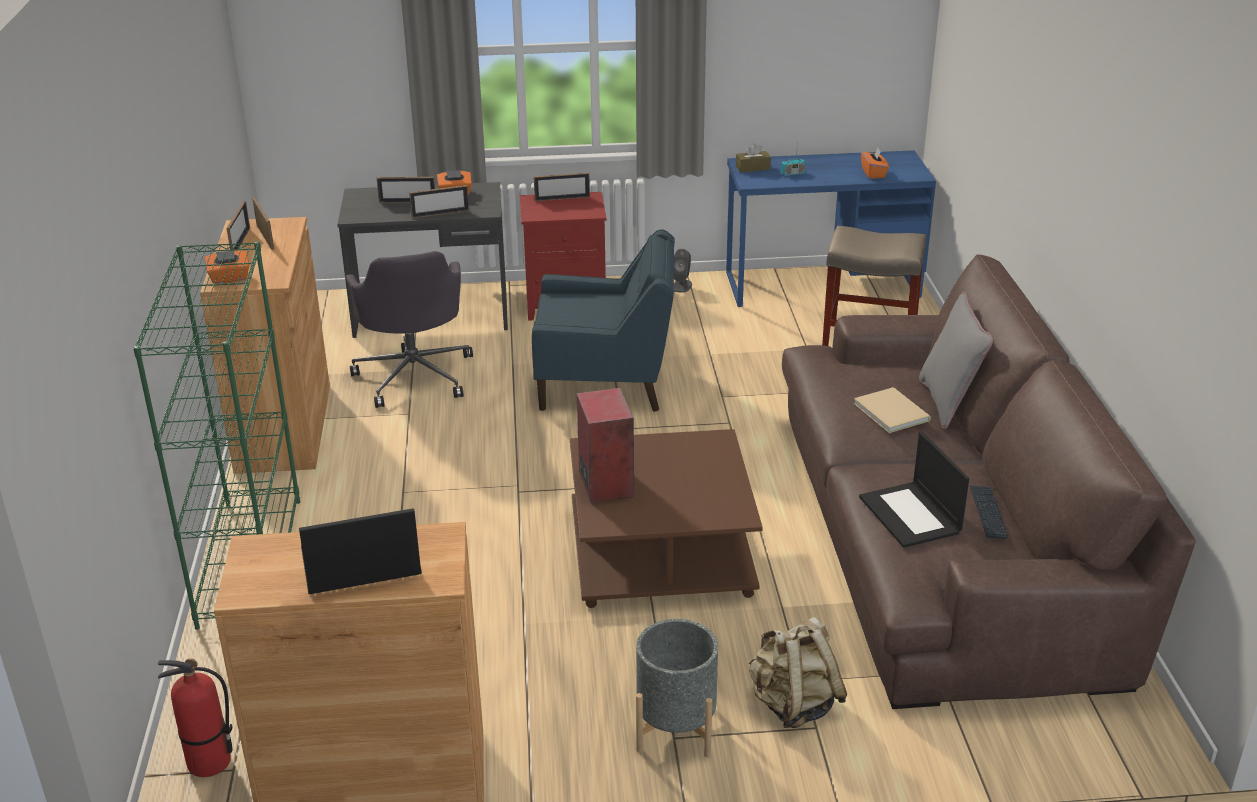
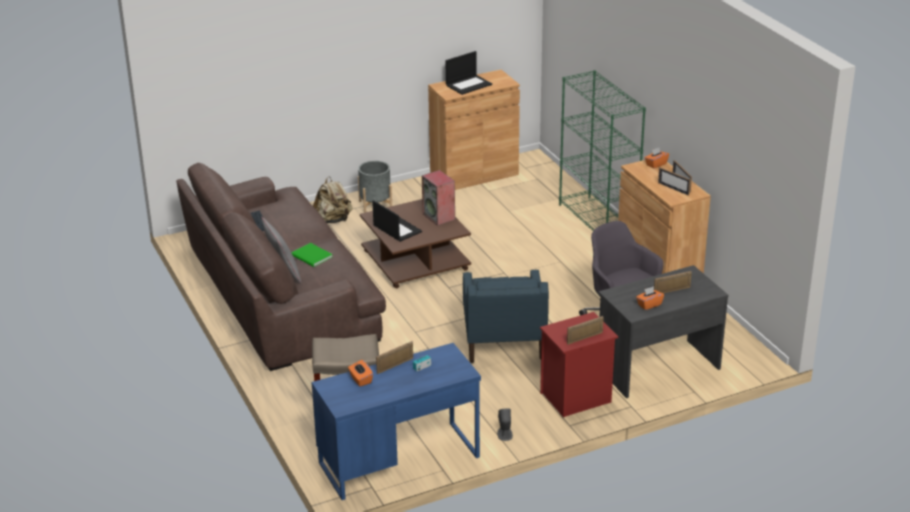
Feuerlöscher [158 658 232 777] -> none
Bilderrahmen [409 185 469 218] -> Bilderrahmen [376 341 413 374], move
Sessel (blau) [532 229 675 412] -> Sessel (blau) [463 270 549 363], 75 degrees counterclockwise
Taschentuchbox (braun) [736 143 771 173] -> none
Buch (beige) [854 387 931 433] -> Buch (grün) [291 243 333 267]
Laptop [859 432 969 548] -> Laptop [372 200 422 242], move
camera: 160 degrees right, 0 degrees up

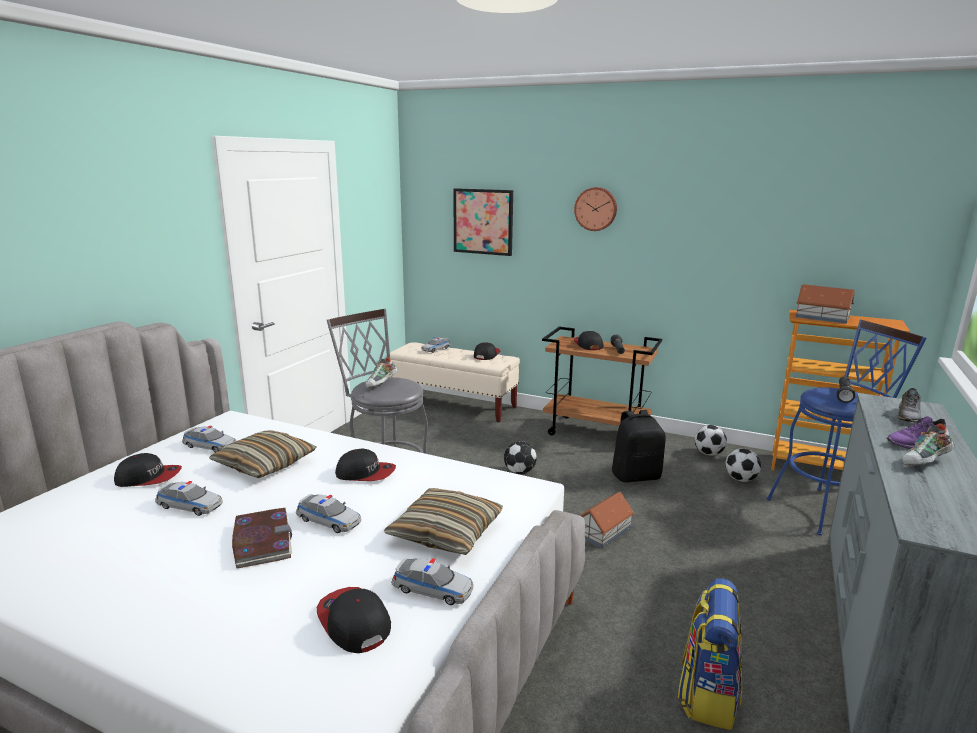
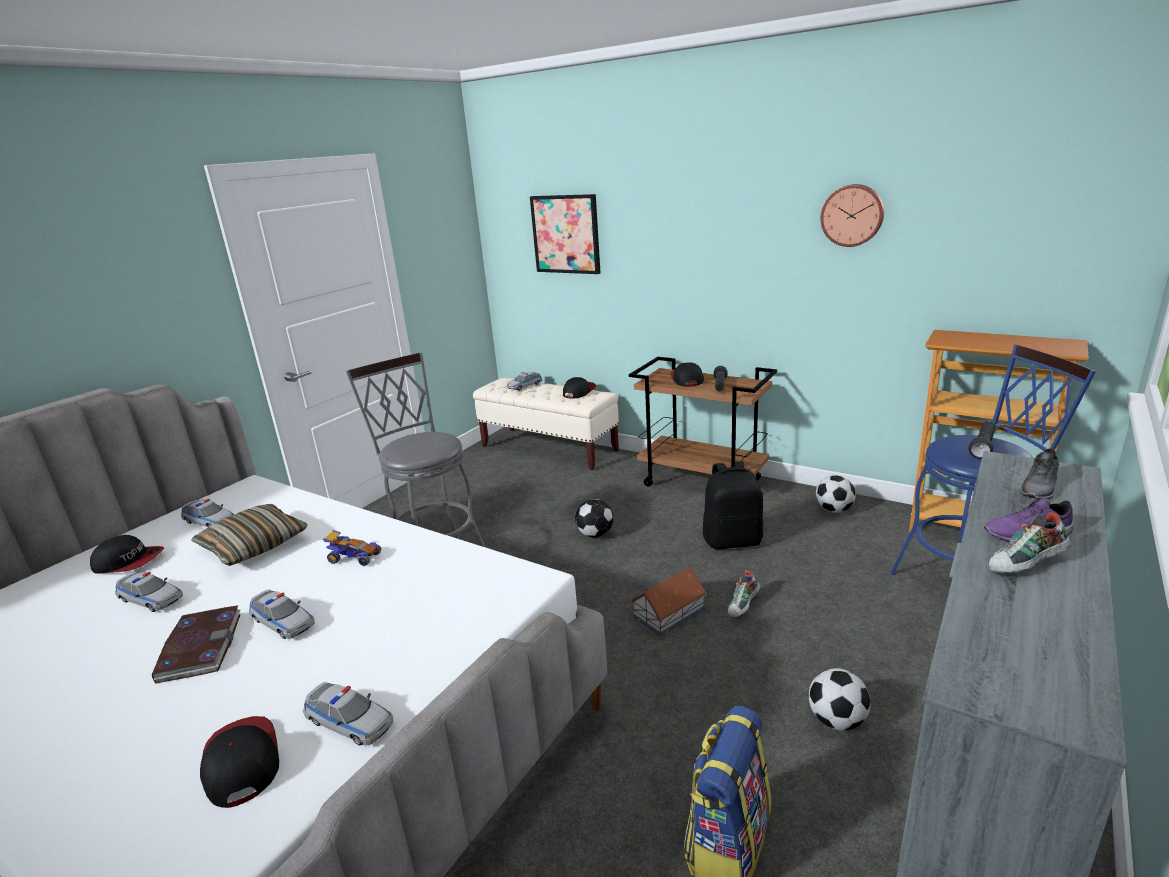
Kappe [335 449 396 481] -> Spielzeugauto [323 530 381 566]
Schuh [366 357 398 388] -> Schuh [728 570 760 618], move
Kissen [384 488 503 555] -> none
Wanduhr [574 187 617 231] -> Wanduhr [821 184 884 247], move
Fußball [726 448 761 482] -> Fußball [809 668 870 731], move
Spielzeughaus [795 284 855 324] -> none
camera: 10 degrees right, 5 degrees up

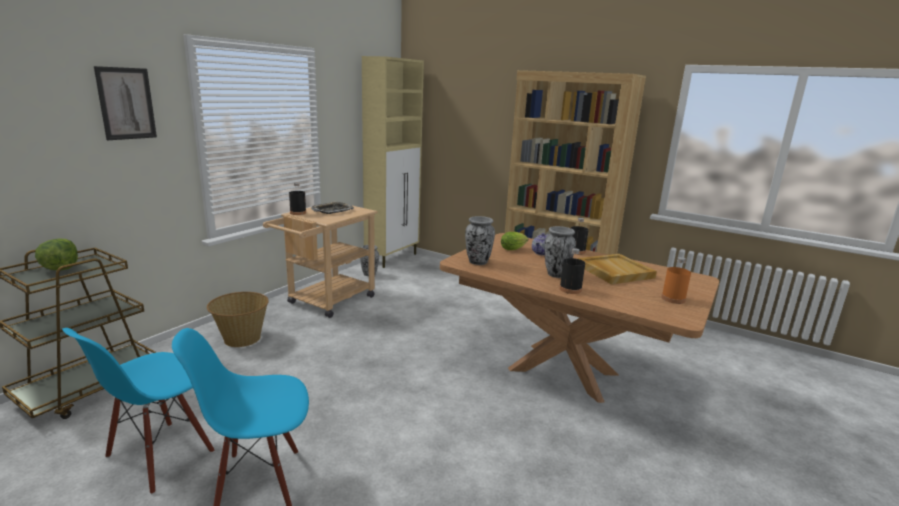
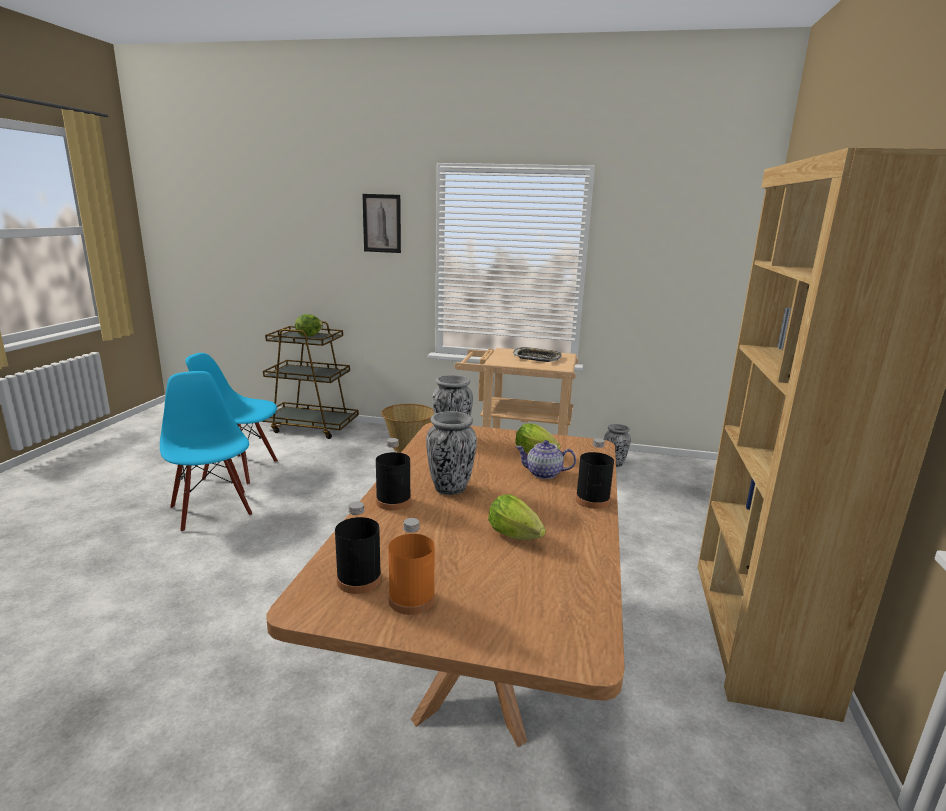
Flasche (schwarz) [289 183 306 215] -> Flasche (schwarz) [335 502 381 594], move
Schrank (beige) [362 56 424 268] -> none
Tablett (beige) [577 254 657 284] -> Salatkopf [488 494 546 540]
camera: 70 degrees right, 0 degrees up

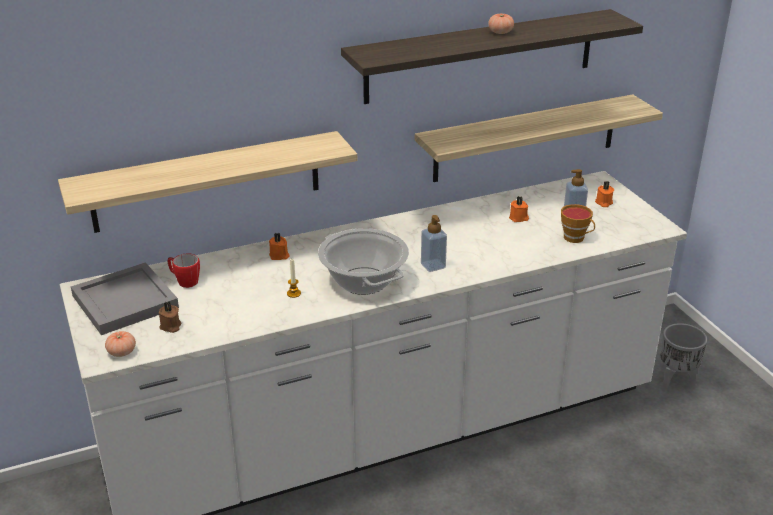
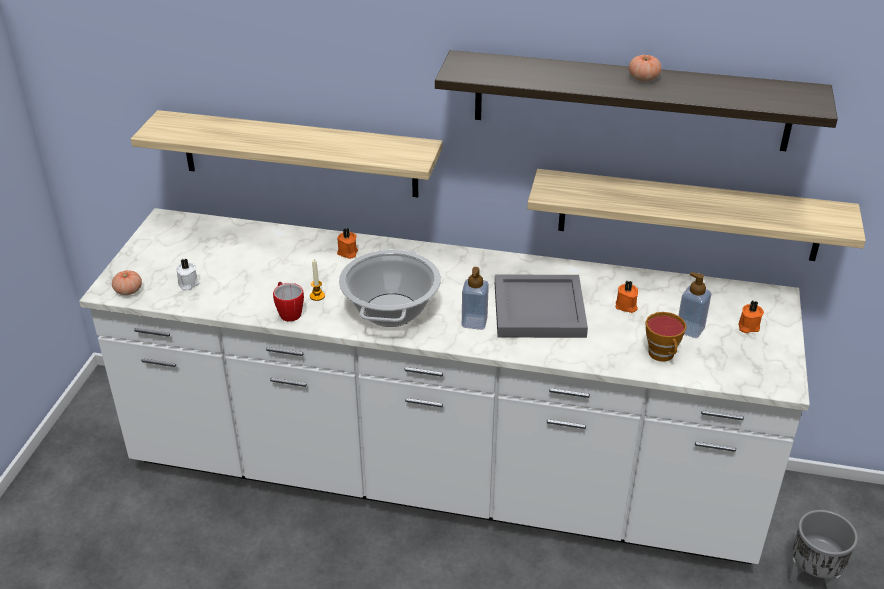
Tablett (grau) [71 262 179 335] -> Tablett (grau) [495 274 588 338], move
Kerze (braun) [159 301 181 333] -> Kerze (weiß) [176 259 199 291]
Henkelbecher [168 253 200 288] -> Henkelbecher [273 282 304 322], move
camera: 35 degrees right, 5 degrees up

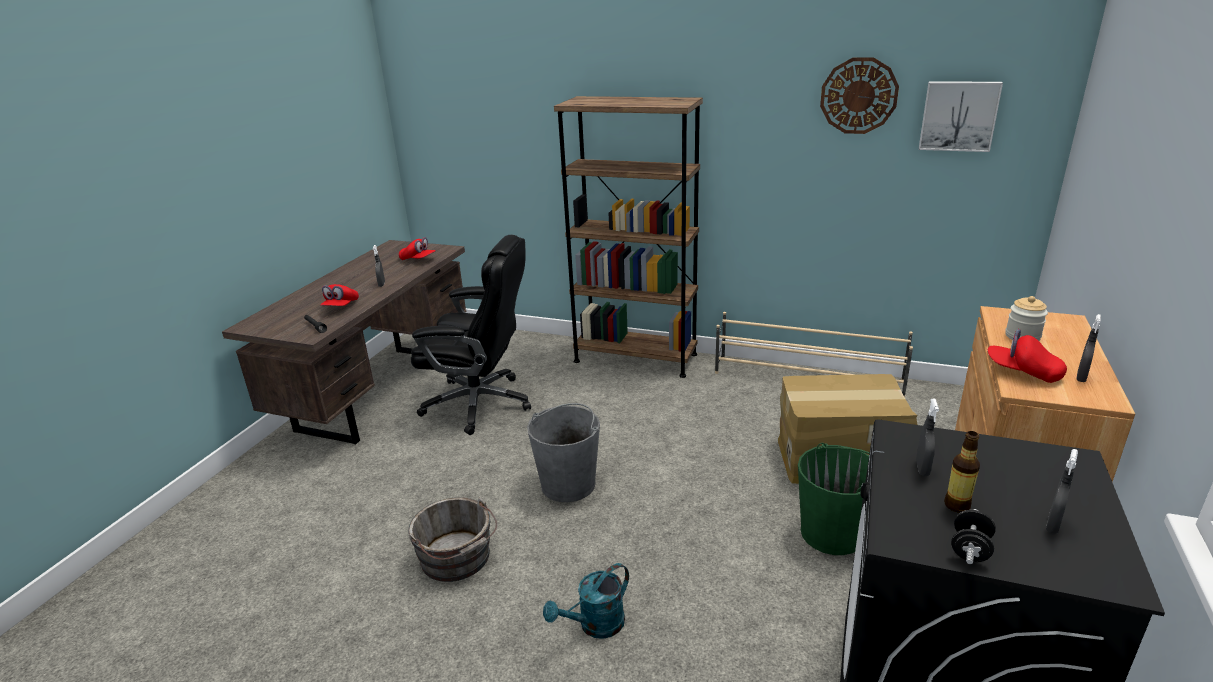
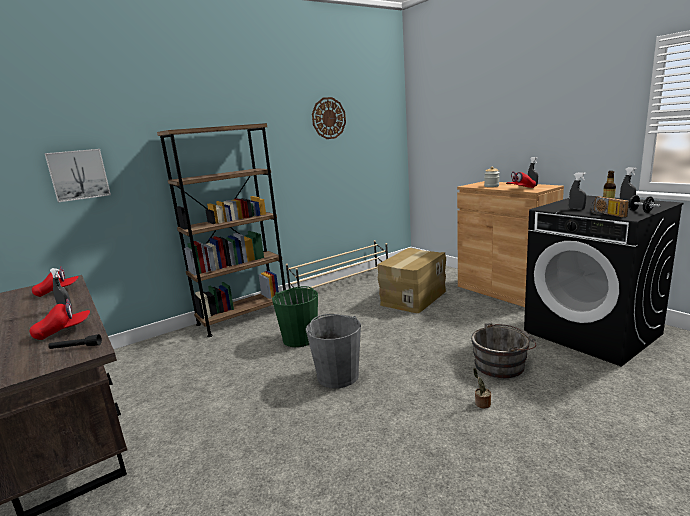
Kappe (rot) [320 284 359 306] -> Kappe (rot) [30 299 90 340], 75 degrees counterclockwise
Eimer (grau) [408 497 497 582] -> Eimer (grau) [471 323 536 378], move
Bürostuhl (schwarz) [411 235 531 435] -> none
Gießkanne (türkis) [543 563 629 639] -> Topfpflanze [473 368 491 409]
Eimer (grün) [798 443 870 555] -> Eimer (grün) [272 286 318 347], move
Bild [919 81 1003 152] -> Bild [44 149 111 202], move
none -> Radio [590 196 629 218]
camera: 55 degrees left, 10 degrees down

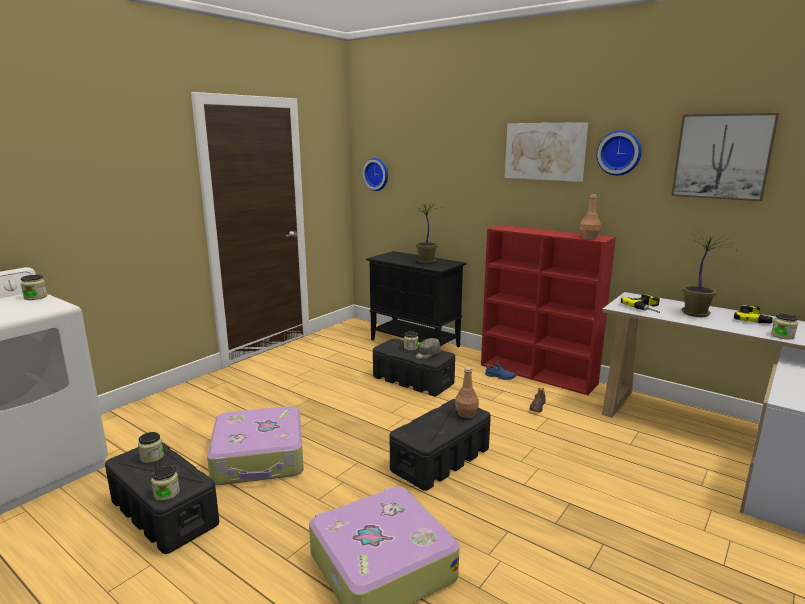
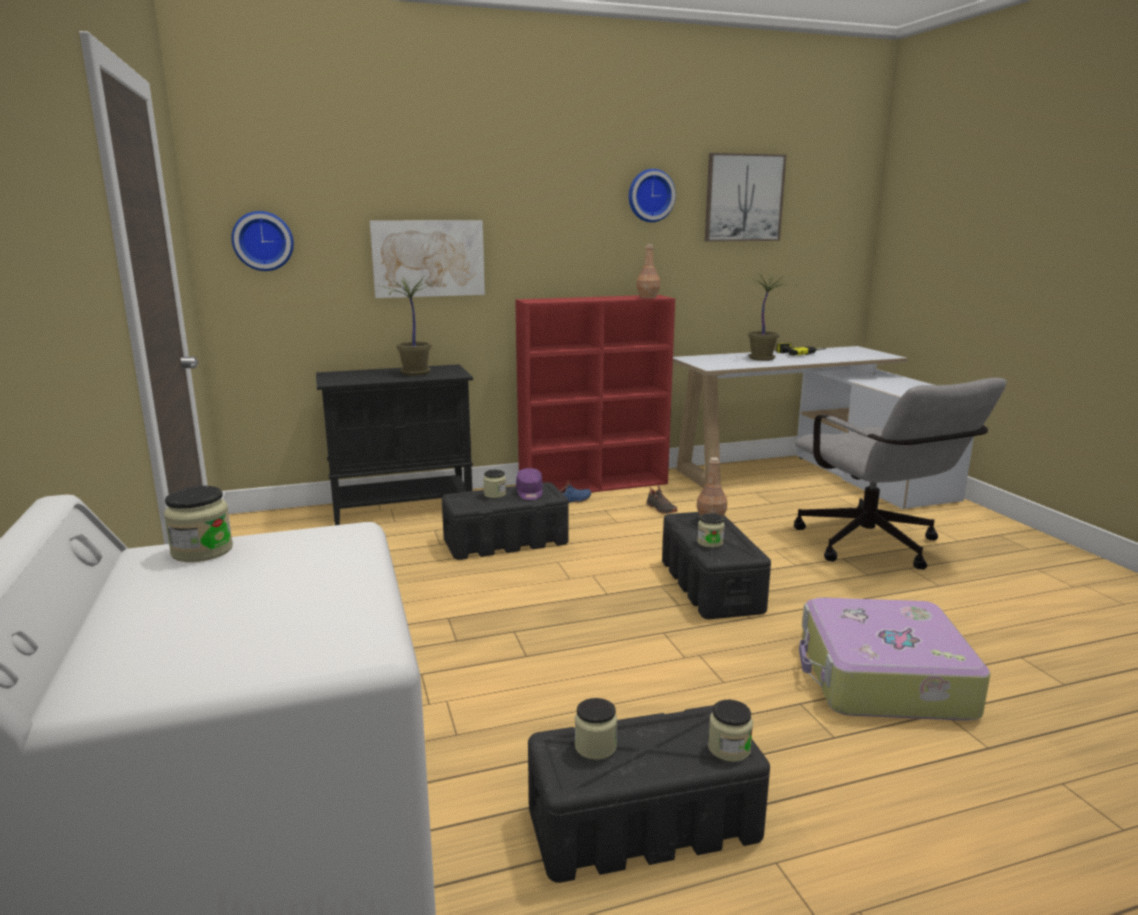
Koffer [207 406 304 485] -> none
Kappe (grau) [415 338 441 359] -> Kappe (lila) [516 468 543 500]
Bild [505 122 588 182] -> Bild [370 220 485 298], move
Bohrmaschine [621 294 660 313] -> none
Vorratsglas [771 313 798 340] -> Vorratsglas [697 513 725 548], move
none -> Bürostuhl (grau) [794 378 1007 570]
camera: 55 degrees left, 0 degrees up

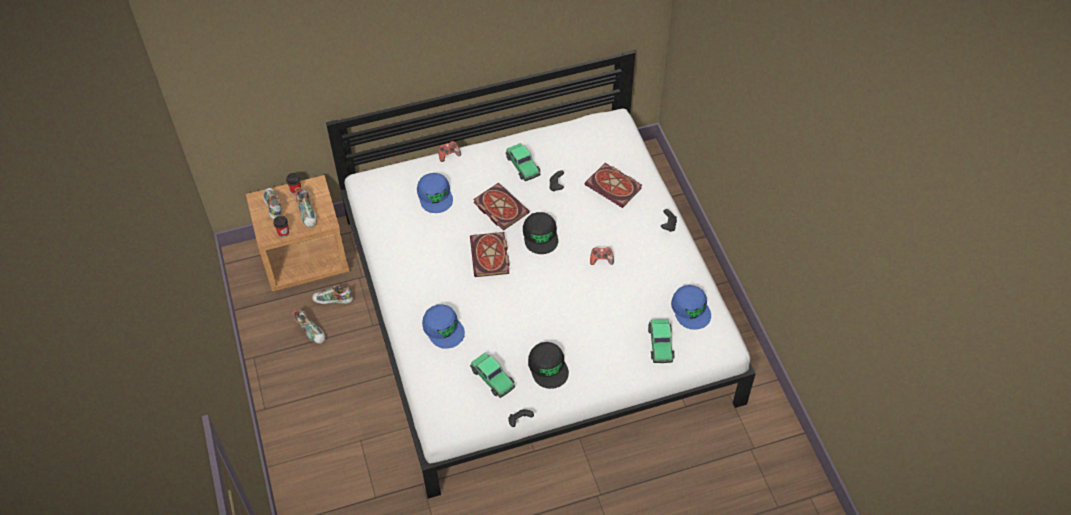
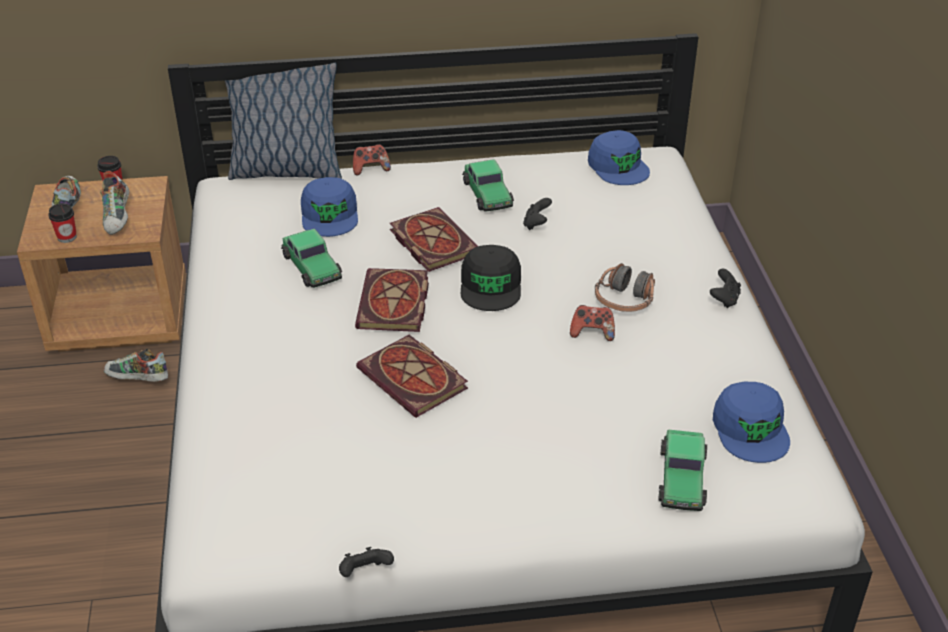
Schuh [293 310 325 344] -> none
Kappe (blau) [422 304 465 349] -> Kappe (blau) [588 130 650 185], move
Spielzeugauto [470 353 515 398] -> Spielzeugauto [281 229 342 288], move
Kappe (schwarz) [528 342 569 389] -> none
Buch [585 163 642 208] -> Buch [356 335 468 418], move
none -> Kissen [224 63 342 180]
none -> Kopfhörer [595 263 655 312]
camera: 10 degrees right, 15 degrees down

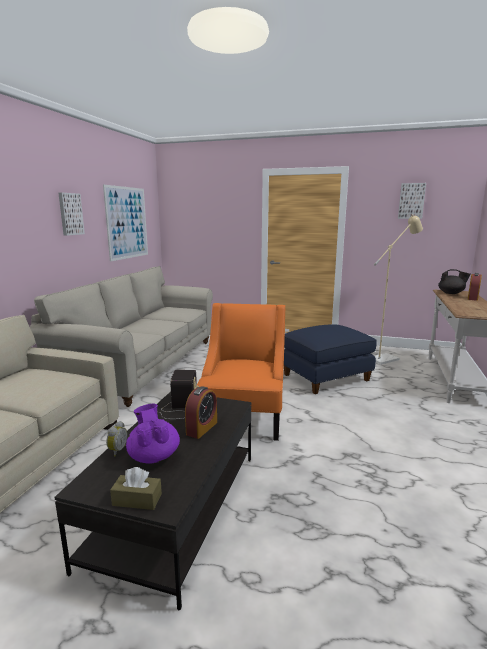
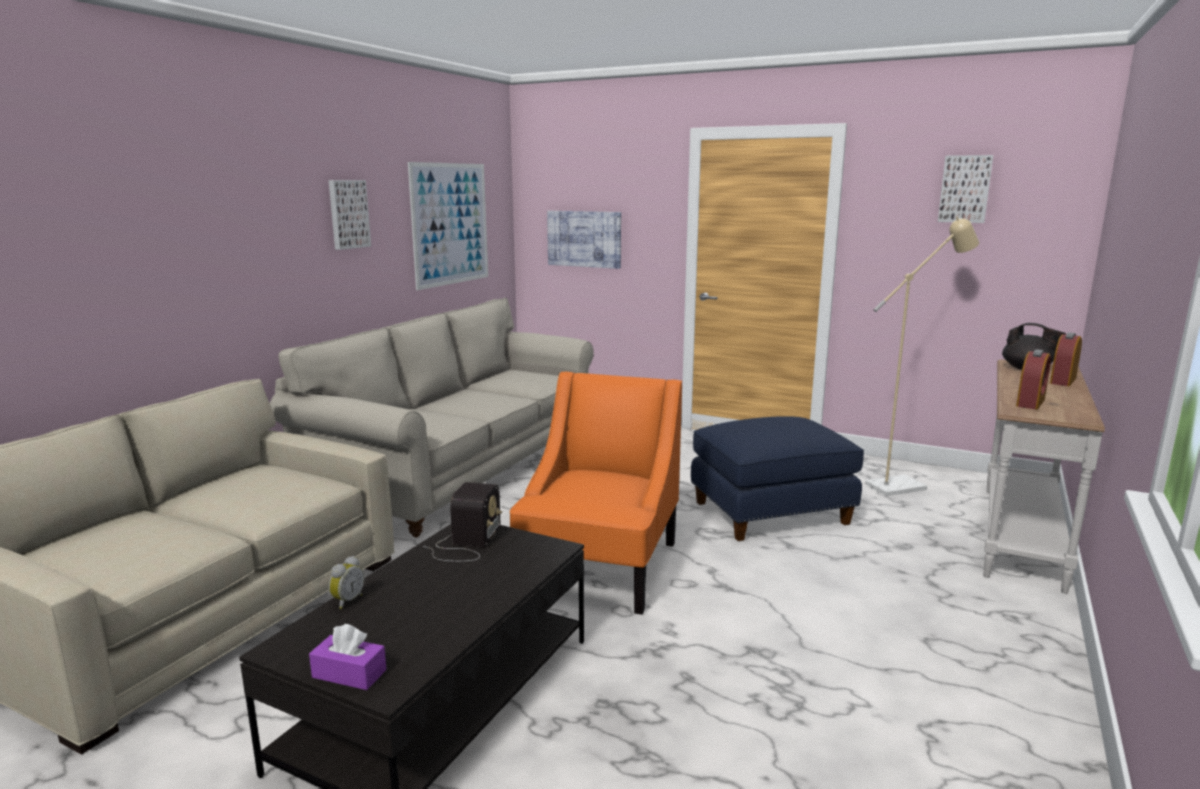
Taschentuchbox (braun) [110 467 162 510] -> Taschentuchbox (lila) [309 624 387 690]
Teekanne (lila) [126 404 180 463] -> none
Wecker [185 386 217 439] -> Wecker [1016 349 1051 410], move
none -> Bild [547 211 621 269]
camera: 10 degrees right, 0 degrees up

